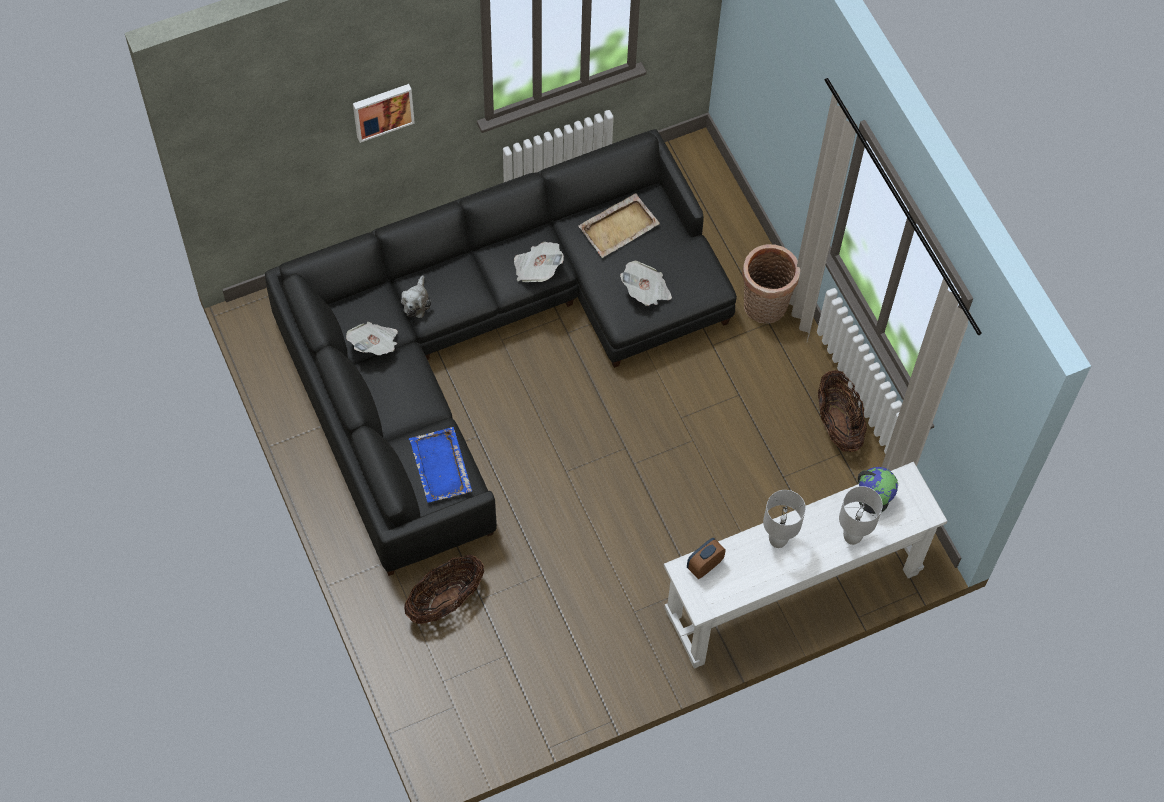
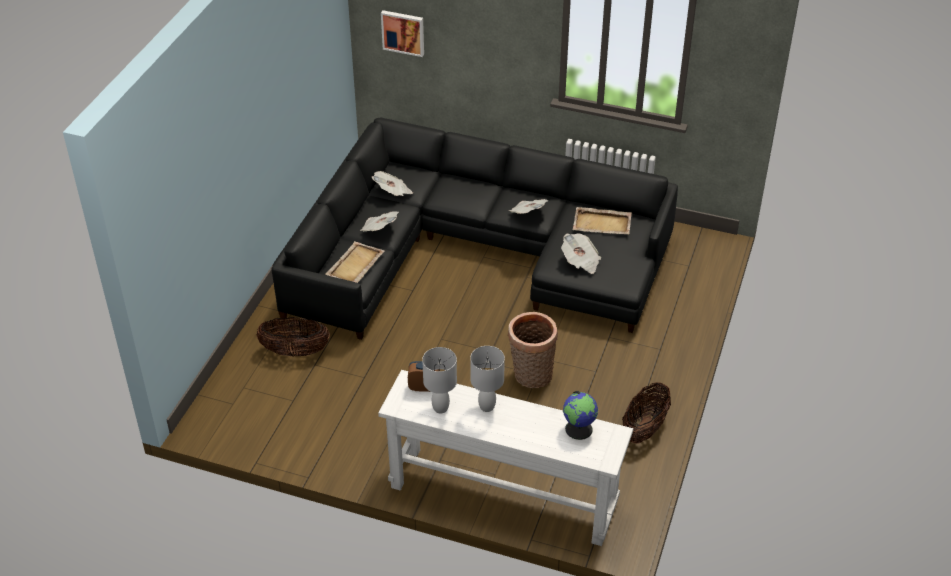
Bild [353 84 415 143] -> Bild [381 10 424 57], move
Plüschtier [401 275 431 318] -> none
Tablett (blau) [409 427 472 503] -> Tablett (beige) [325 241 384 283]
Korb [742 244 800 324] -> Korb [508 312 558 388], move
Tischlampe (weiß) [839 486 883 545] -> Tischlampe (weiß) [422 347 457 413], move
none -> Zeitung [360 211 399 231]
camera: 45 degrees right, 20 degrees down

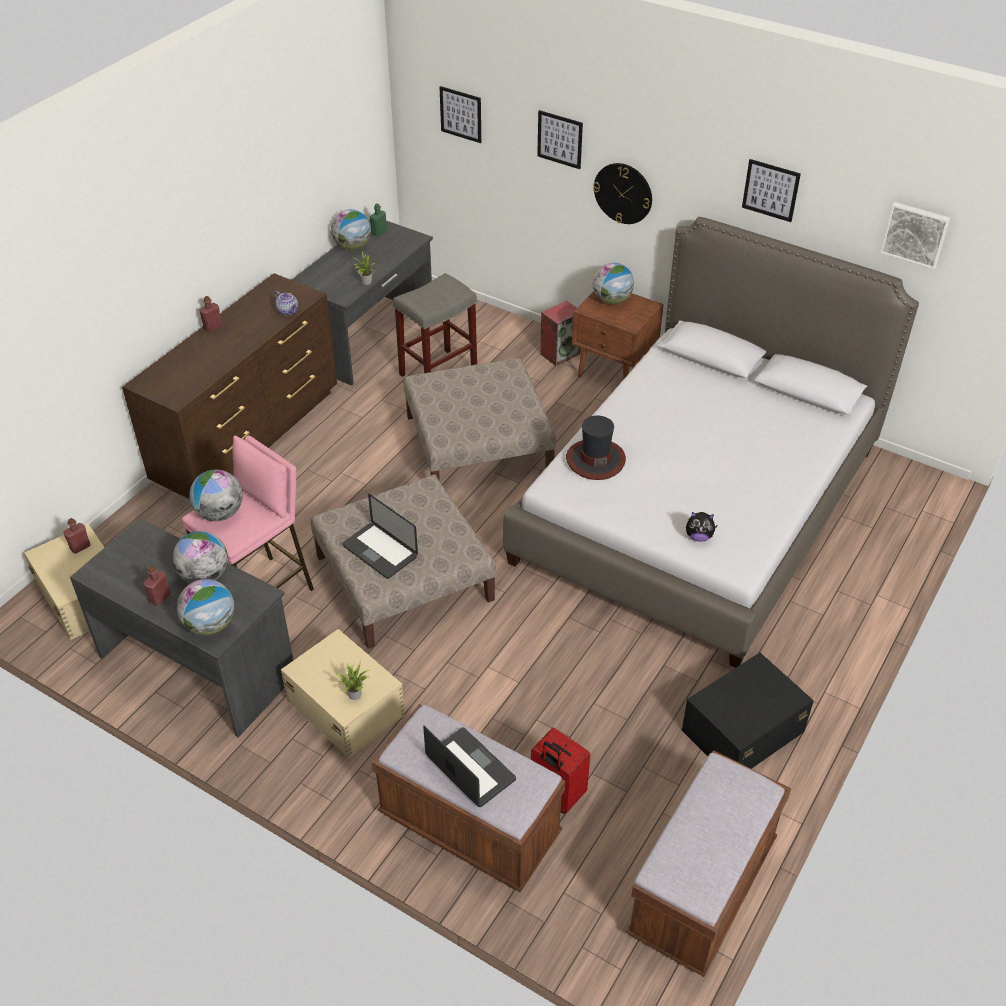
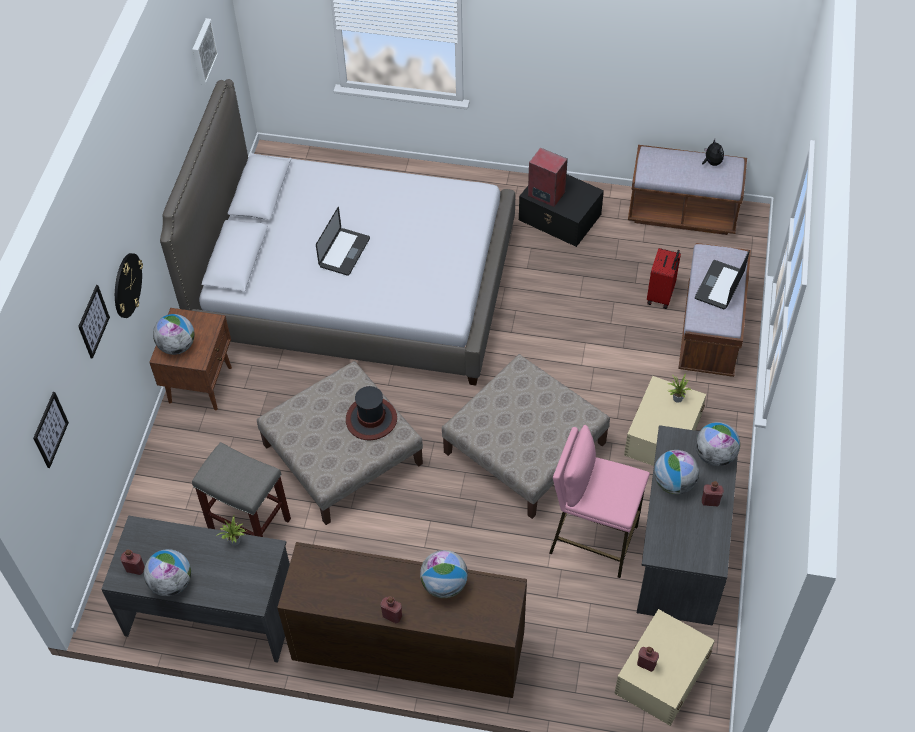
Globus [189 470 243 521] -> Globus [420 550 468 598], move
Teekanne [275 291 298 315] -> none
Laptop [342 494 418 579] -> Laptop [316 207 370 276], move
Flasche (grün) [370 203 387 237] -> Flasche (rot) [120 549 145 575]
Lautsprecher [540 300 581 366] -> Lautsprecher [528 148 568 207], move
Hut [566 415 626 480] -> Hut [346 386 397 440], move
Plüschtier [686 512 717 542] -> Plüschtier [702 139 724 166], move
Bild [742 159 801 222] -> none
camera: 110 degrees left, 10 degrees up

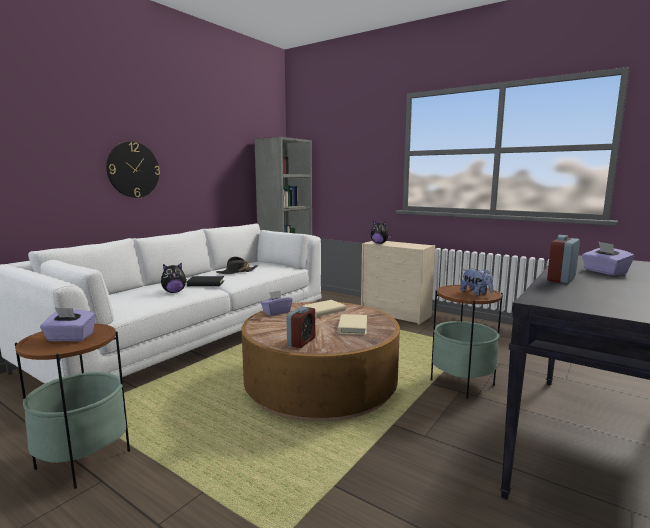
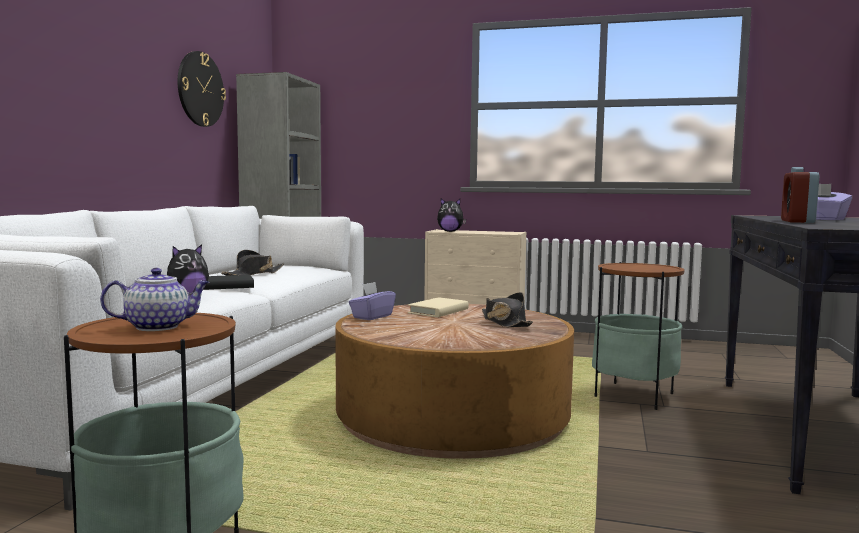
Taschentuchbox (lila) [40 308 96 341] -> Teekanne [100 268 209 331]
Wanduhr [106 142 160 198] -> Wanduhr [178 51 226 127], move
Wecker [286 306 315 348] -> none
Buch (beige) [337 314 367 335] -> Hut (schwarz) [482 292 533 327]
Plüschtier [461 269 493 296] -> none
camera: 20 degrees left, 5 degrees down

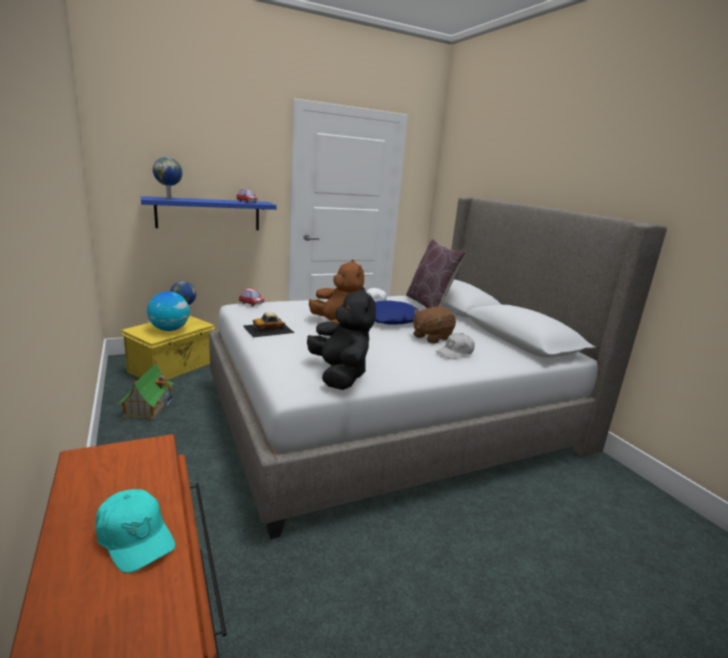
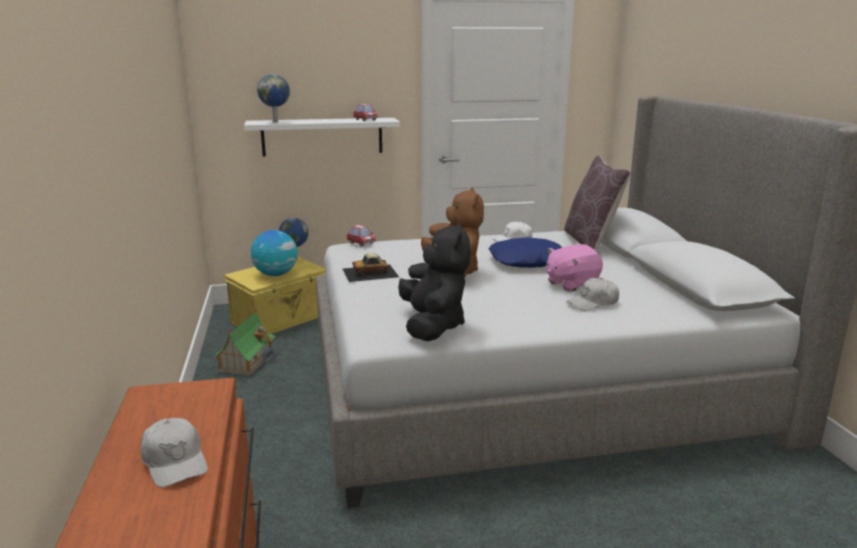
Kappe (türkis) [95 489 175 573] -> Kappe (weiß) [141 418 208 488]
Wandregal (blau) [141 196 277 230] -> Wandregal (weiß) [244 118 400 156]
Plüschtier (braun) [413 306 456 344] -> Plüschtier (rosa) [546 244 603 291]
camera: 15 degrees right, 0 degrees up

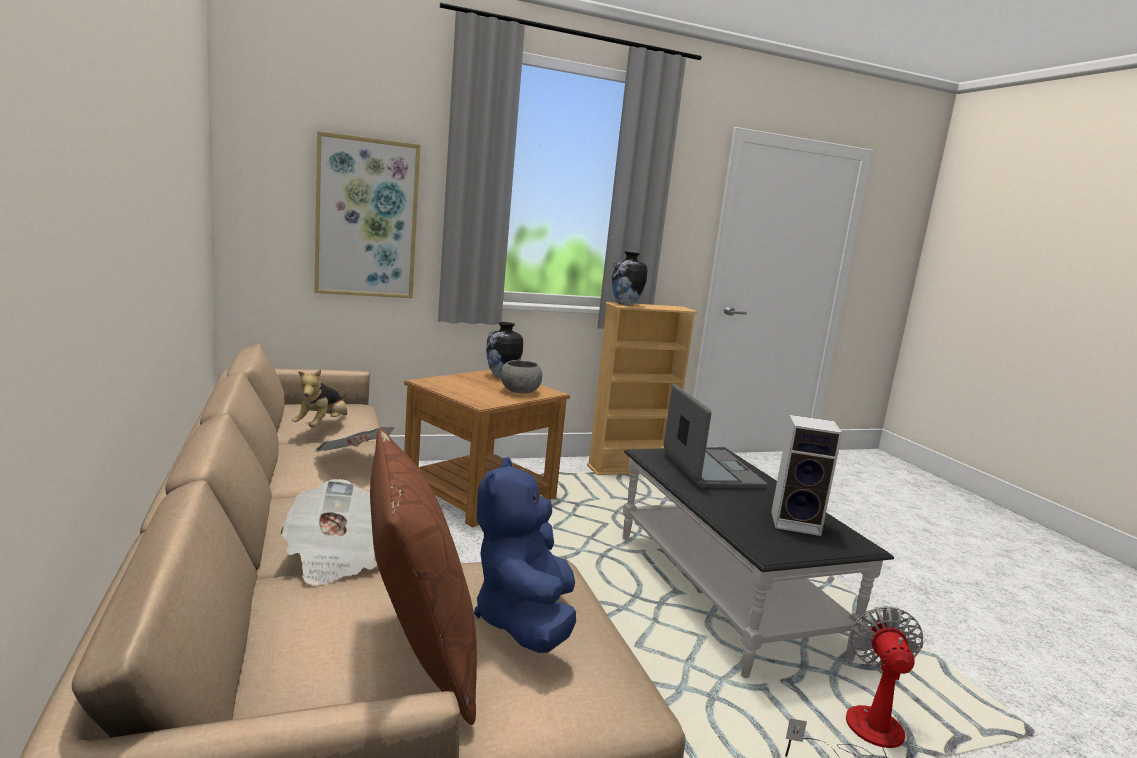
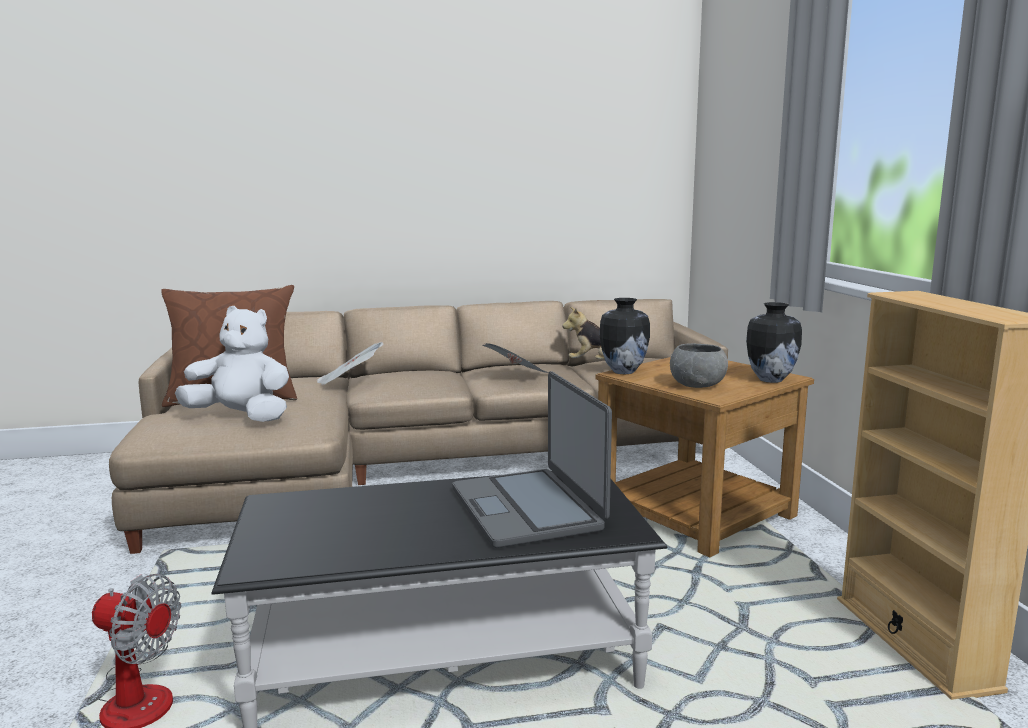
Bild [314 131 420 298] -> none
Plüschtier (blau) [474 457 576 653] -> Plüschtier (weiß) [175 306 289 422]
Vase [612 252 647 306] -> Vase [600 298 650 374], move
Laptop [664 384 767 489] -> Laptop [453 371 612 548], 75 degrees clockwise
Lautsprecher [771 415 842 536] -> none
camera: 100 degrees right, 0 degrees up

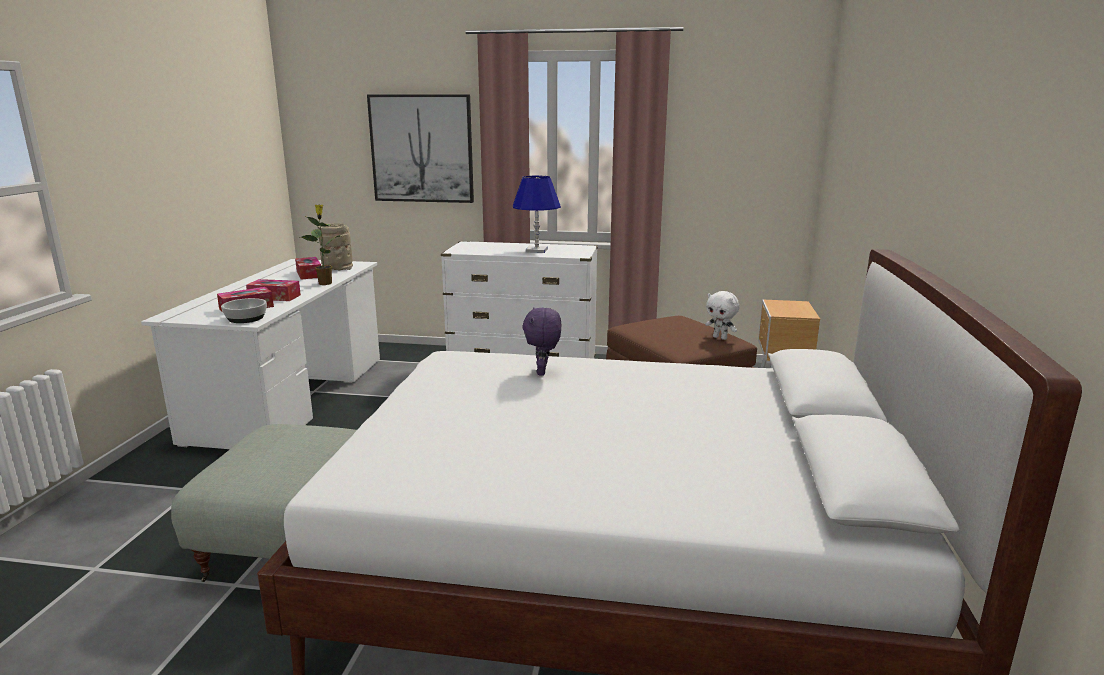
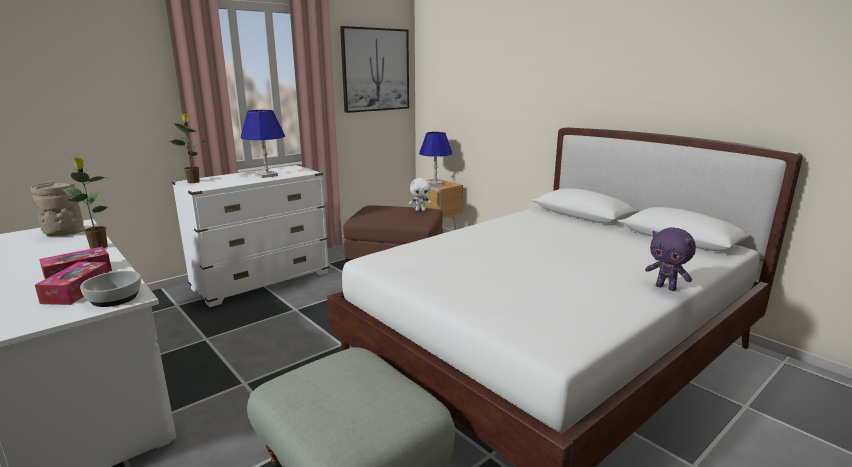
Taschentuchbox [295 257 321 280] -> none
Bild [367 94 474 203] -> Bild [340 26 409 113], move
Plüschtier (lila) [522 307 561 376] -> Plüschtier (lila) [645 227 696 291], move
none -> Topfpflanze [170 113 205 183]
none -> Tischlampe (blau) [419 132 452 186]
camera: 50 degrees left, 0 degrees up

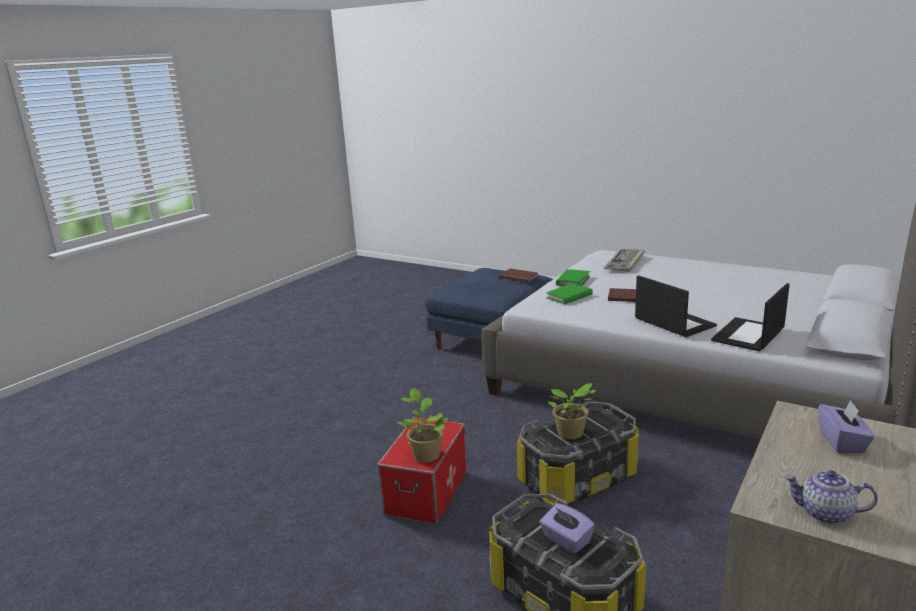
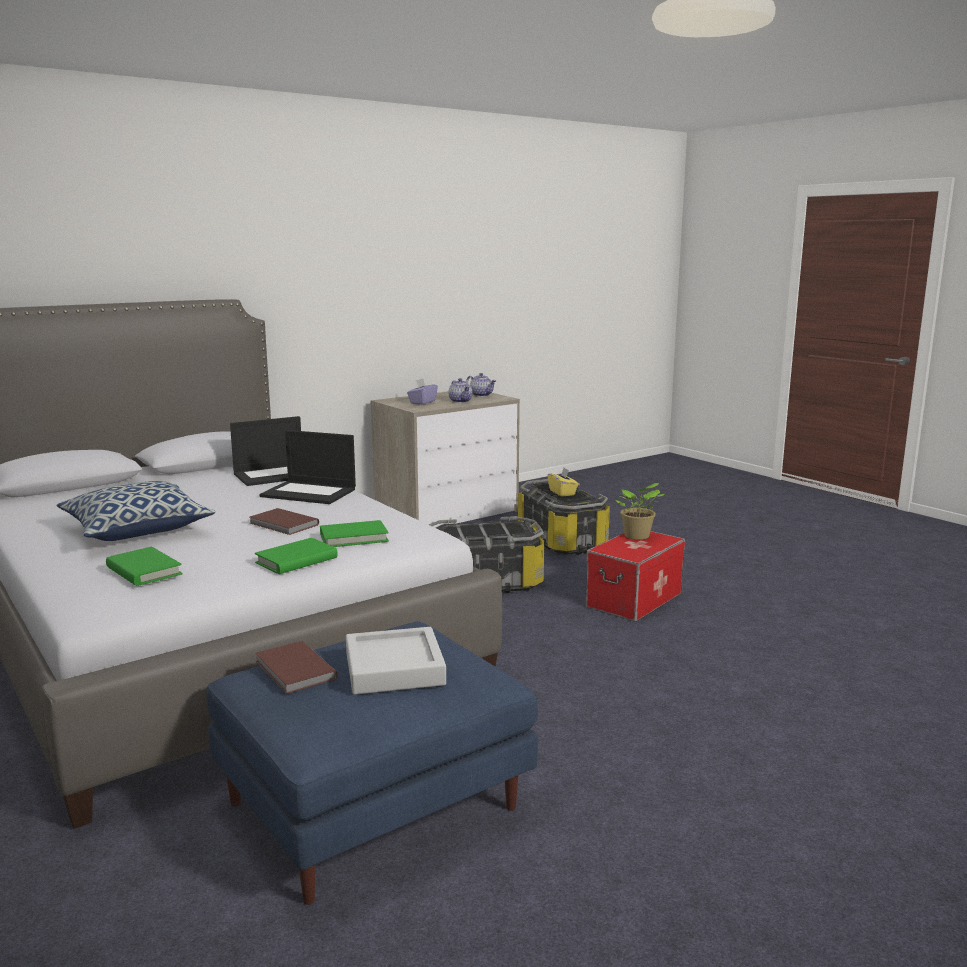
Taschentuchbox (lila) [539 503 595 554] -> Taschentuchbox (gelb) [547 468 578 497]
Topfpflanze [547 383 596 439] -> none
Tastatur [604 249 645 272] -> Buch (grün) [106 547 183 586]
Laptop [635 275 717 337] -> Laptop [259 430 356 504], 60 degrees counterclockwise
none -> Kissen [57 481 215 541]
none -> Tablett (grau) [346 627 446 695]
none -> Teekanne [448 378 472 403]
camera: 160 degrees left, 5 degrees down

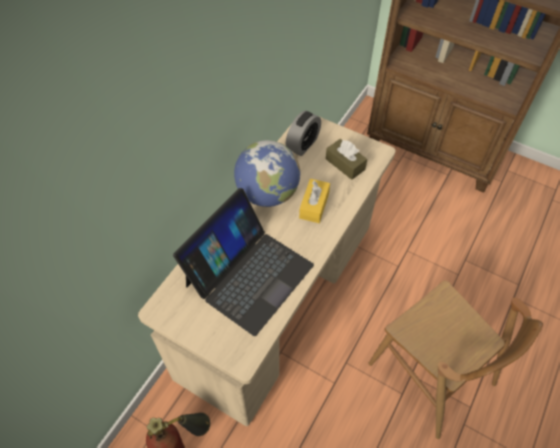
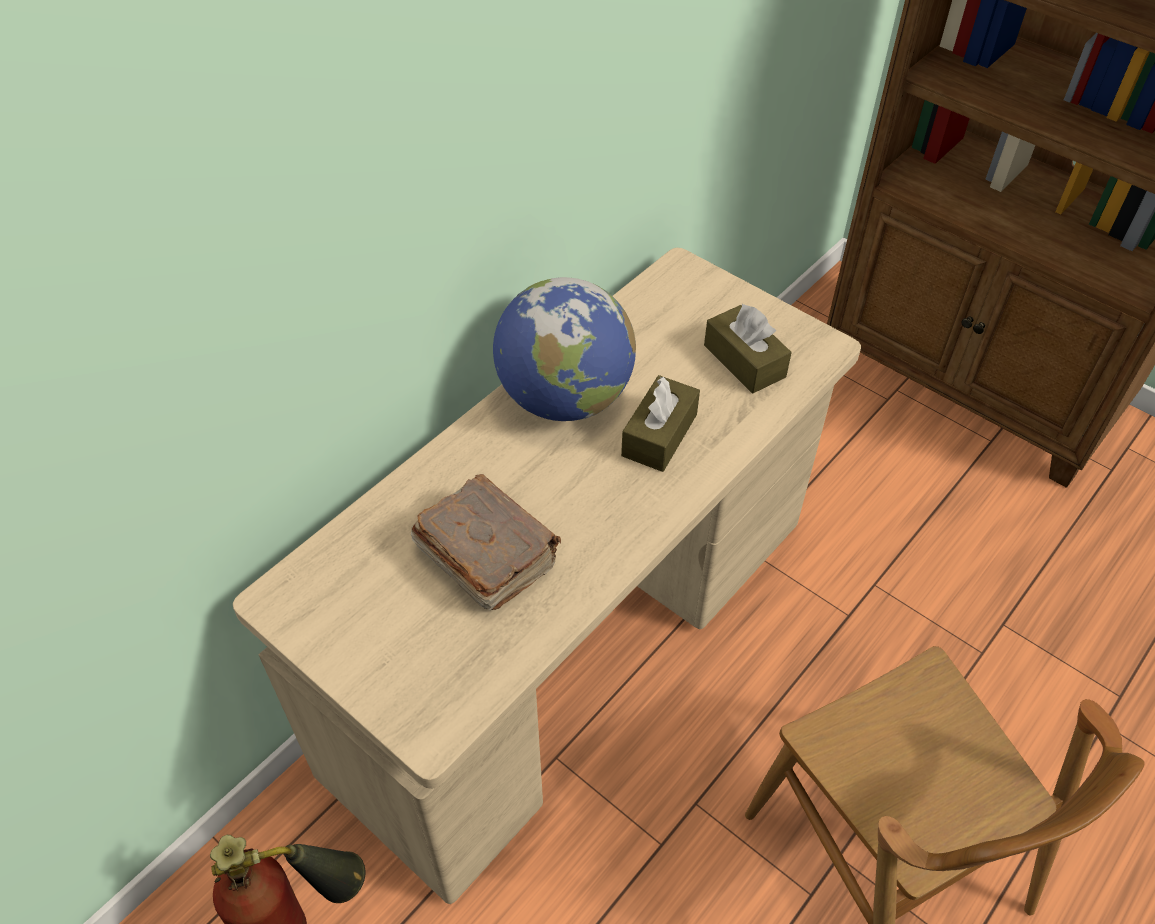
Laptop [173 188 314 336] -> Buch (braun) [411 474 561 610]
Wecker [286 111 321 156] -> none
Taschentuchbox (gelb) [299 179 330 223] -> Taschentuchbox (braun) [621 375 700 472]
camera: 10 degrees right, 5 degrees down

